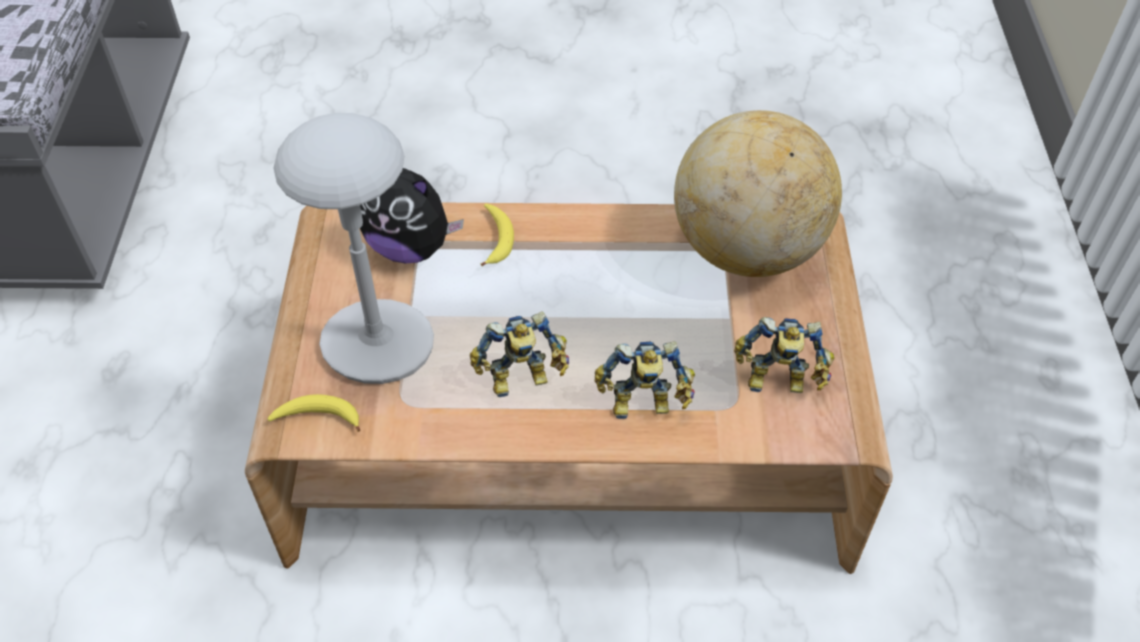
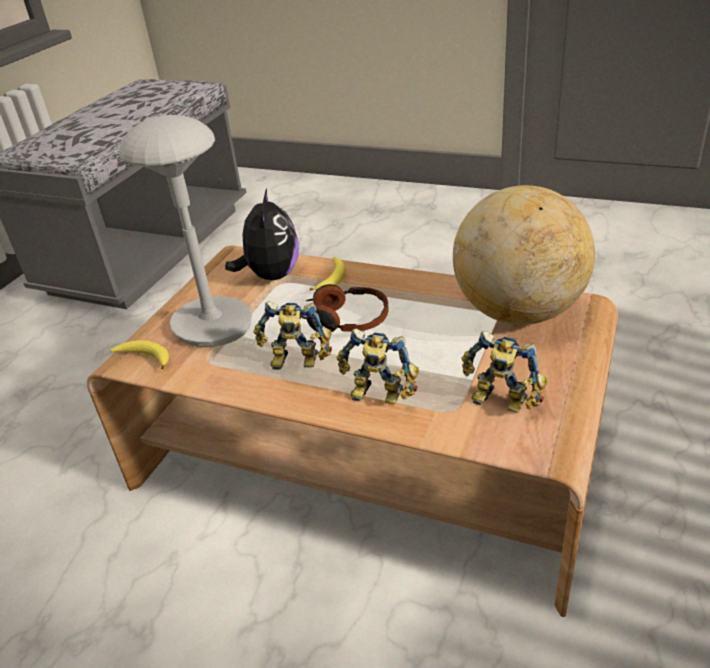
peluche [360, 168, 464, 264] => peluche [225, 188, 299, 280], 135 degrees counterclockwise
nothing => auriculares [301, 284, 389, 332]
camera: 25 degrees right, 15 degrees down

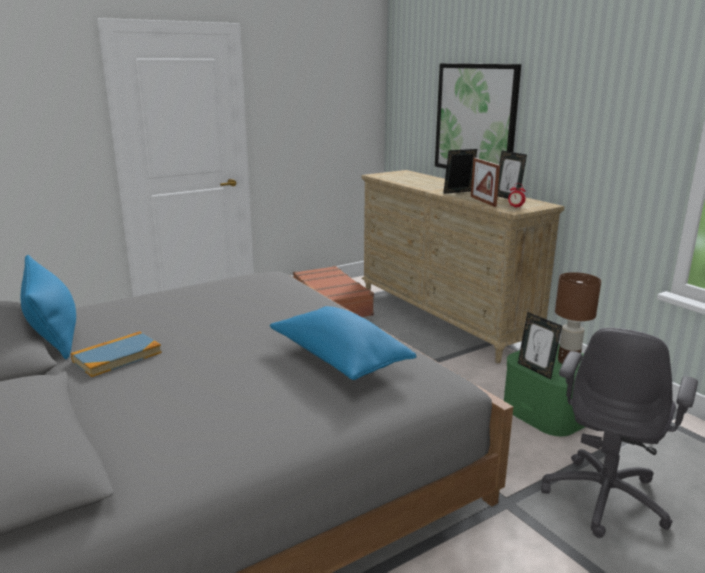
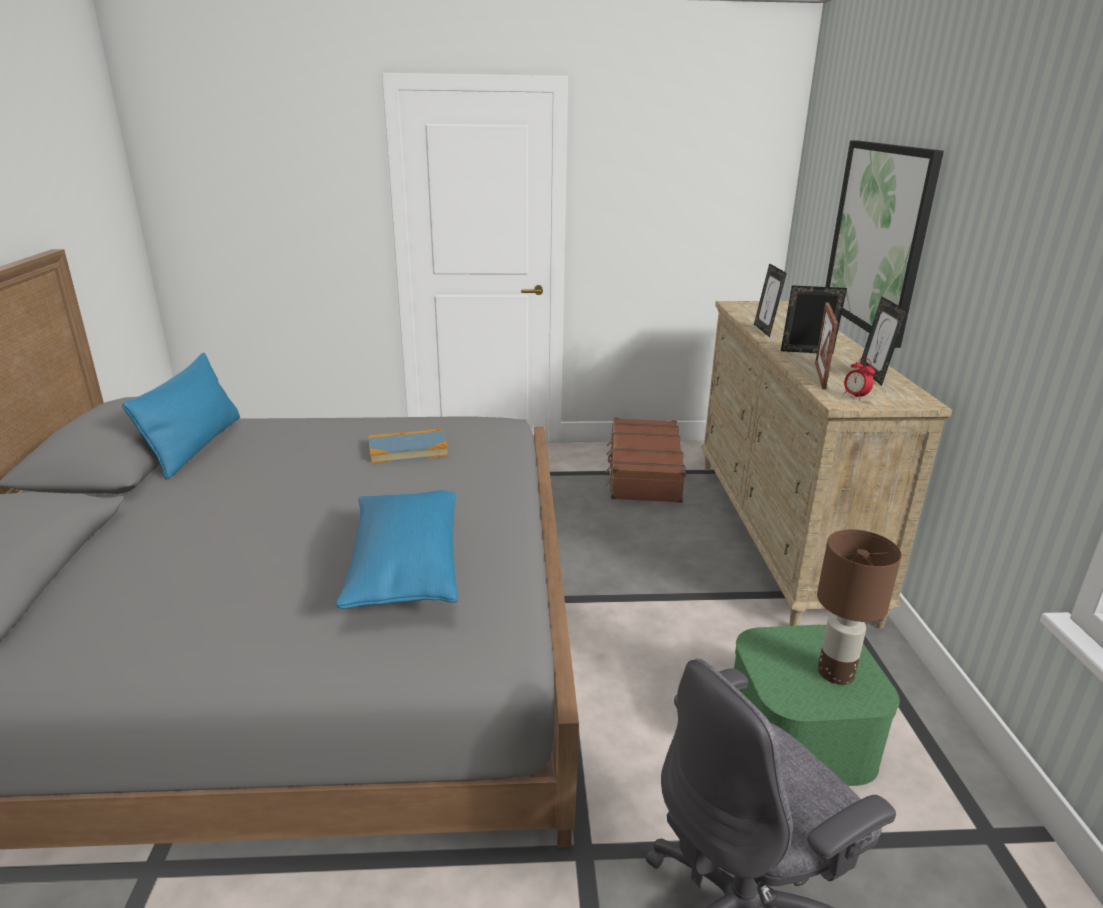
portarretratos [518, 312, 562, 379] => portarretratos [754, 263, 787, 337], moved
libro [71, 331, 162, 377] => libro [368, 429, 448, 464], moved
camera: 30 degrees right, 5 degrees up

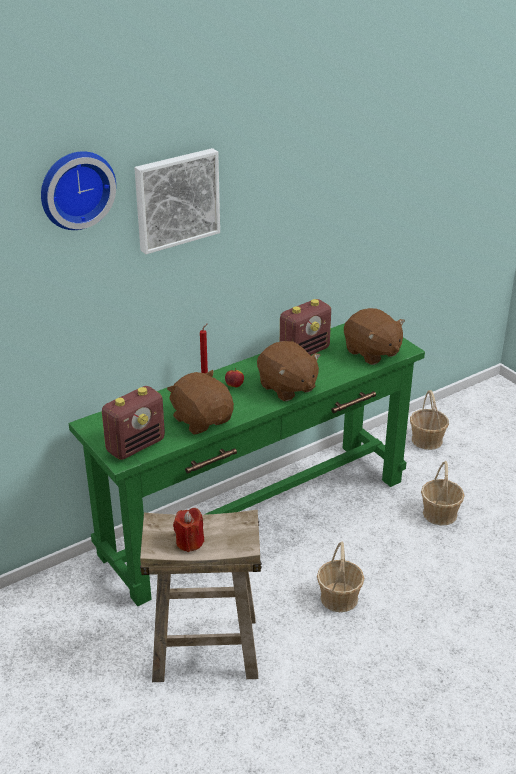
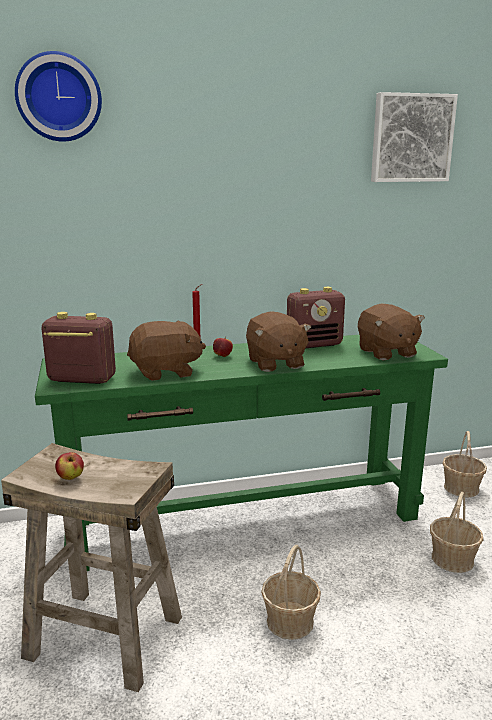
cuadro [134, 148, 220, 254] => cuadro [371, 92, 458, 182], moved
peluche (marrón) [167, 370, 234, 435] => peluche (marrón) [127, 321, 206, 381], 90 degrees clockwise
radio [102, 386, 165, 460] => radio [41, 312, 116, 384], 150 degrees counterclockwise
vela (rojo) [173, 508, 204, 552] => manzana [55, 452, 84, 480]
camera: 20 degrees right, 15 degrees down

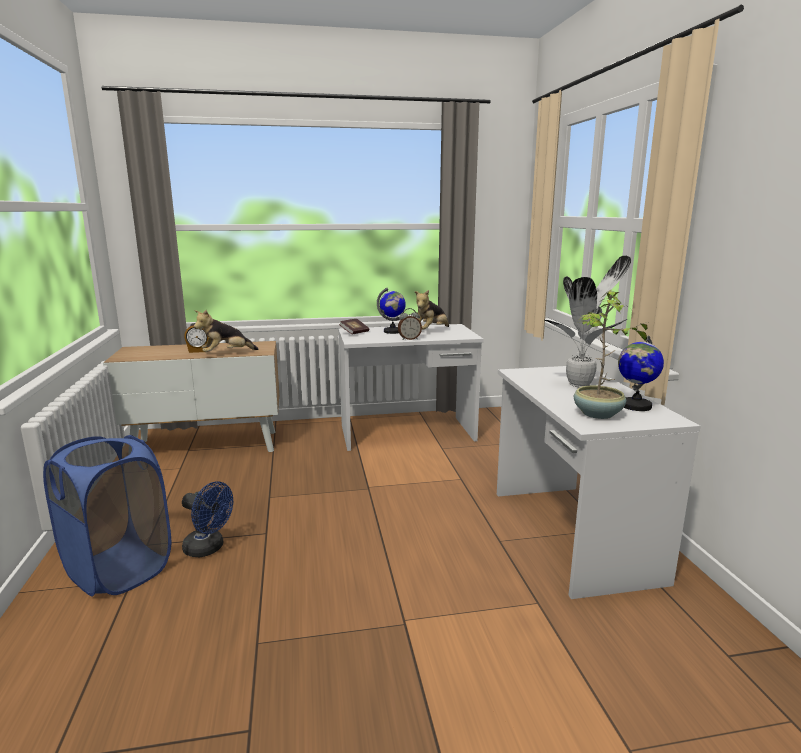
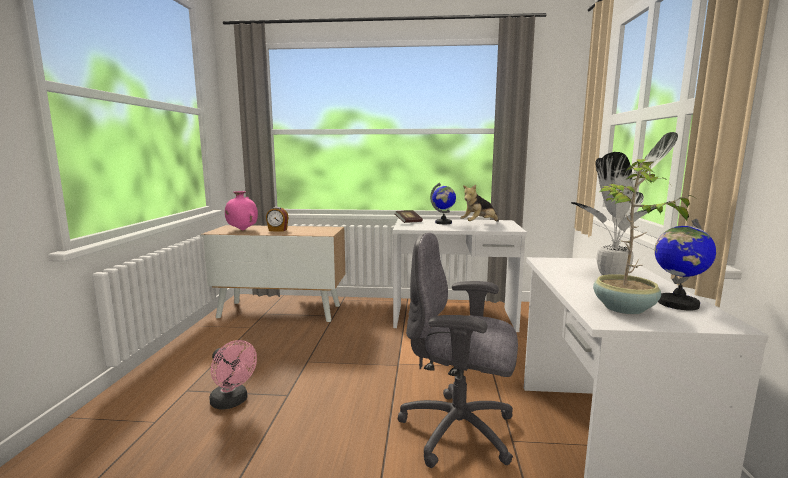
despertador [398, 308, 422, 340] => nothing
peluche [194, 310, 259, 352] => nothing
cesto de la ropa (azul) [43, 435, 171, 597] => nothing
ventilador (azul) [182, 481, 233, 557] => ventilador (rosa) [209, 340, 257, 410]
nothing => florero (rosa) [225, 191, 258, 230]
nothing => silla de oficina (gris) [398, 233, 518, 468]
camera: 15 degrees right, 5 degrees down

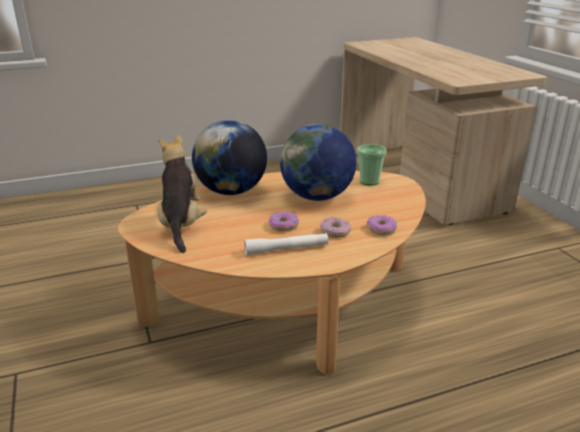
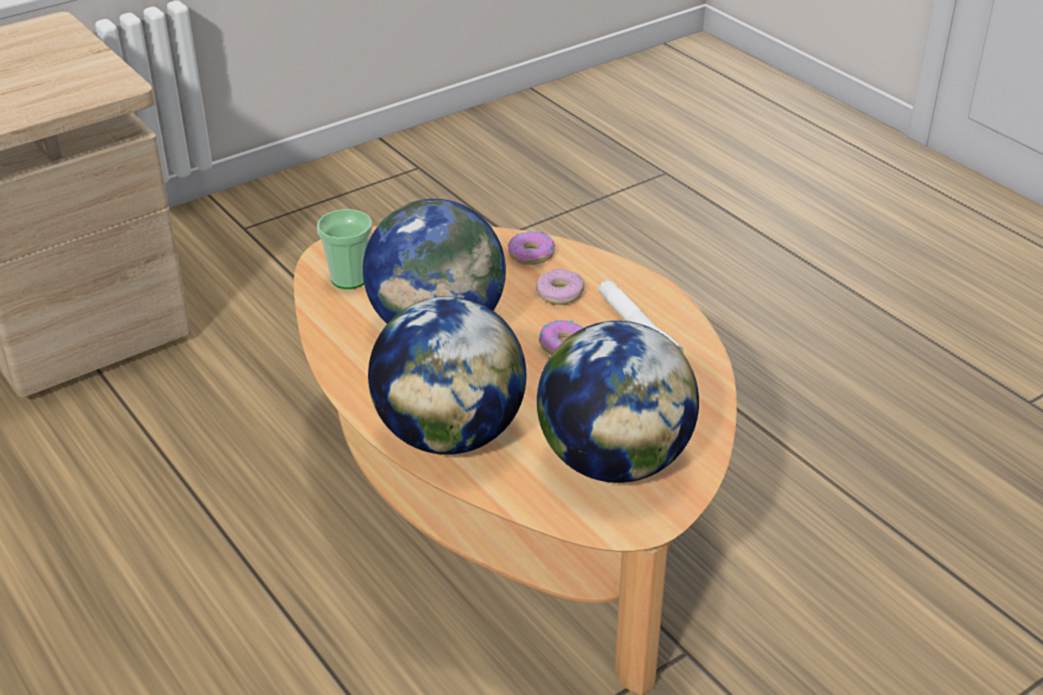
peluche [157, 135, 207, 253] => globo terráqueo [537, 321, 699, 483]
camera: 105 degrees left, 10 degrees up

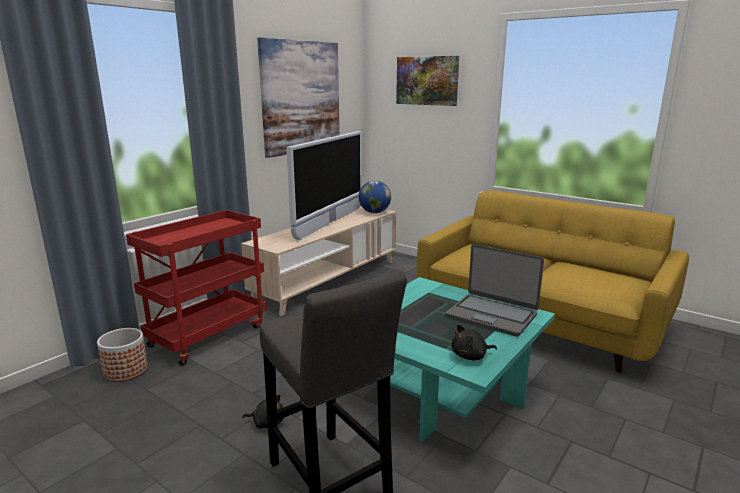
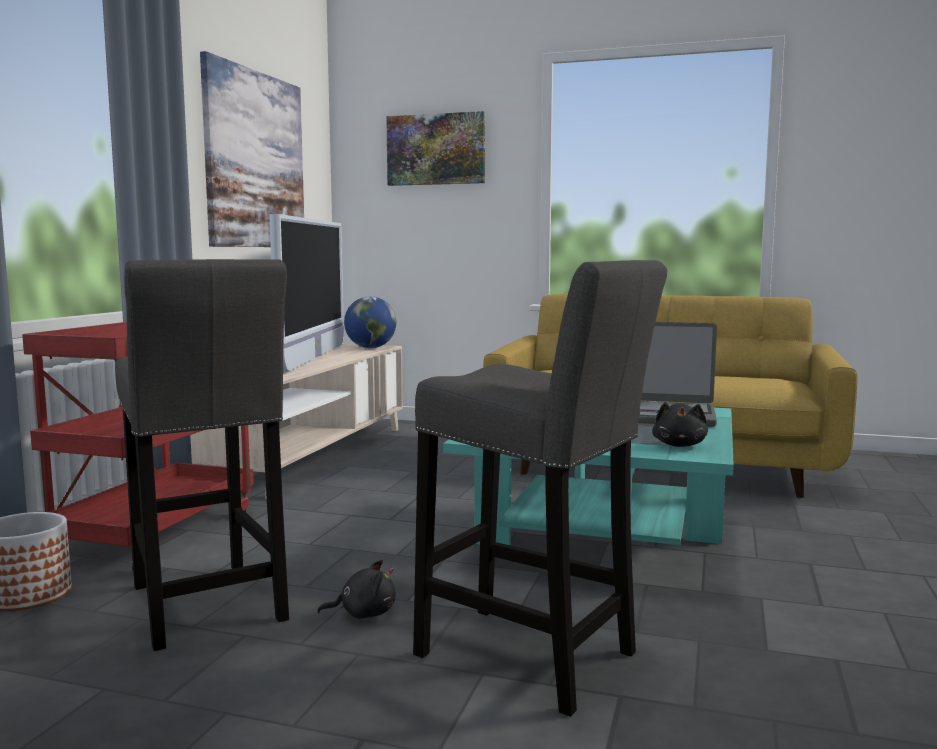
peluche (negro) [452, 325, 497, 361] => peluche (negro) [652, 402, 708, 447], 45 degrees counterclockwise
nothing => taburete (gris) [115, 259, 289, 651]
camera: 20 degrees left, 10 degrees down

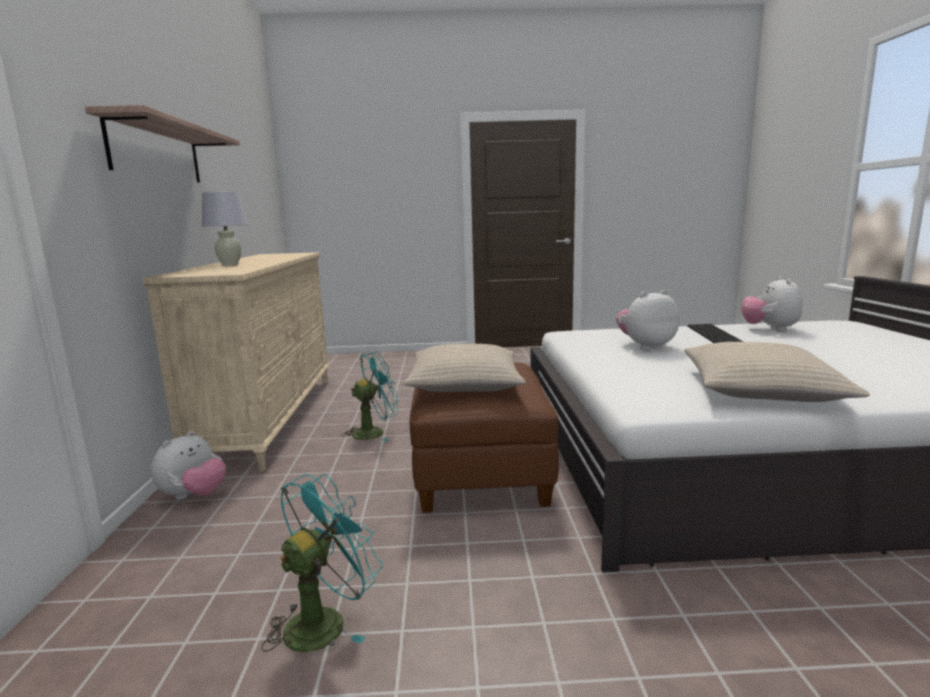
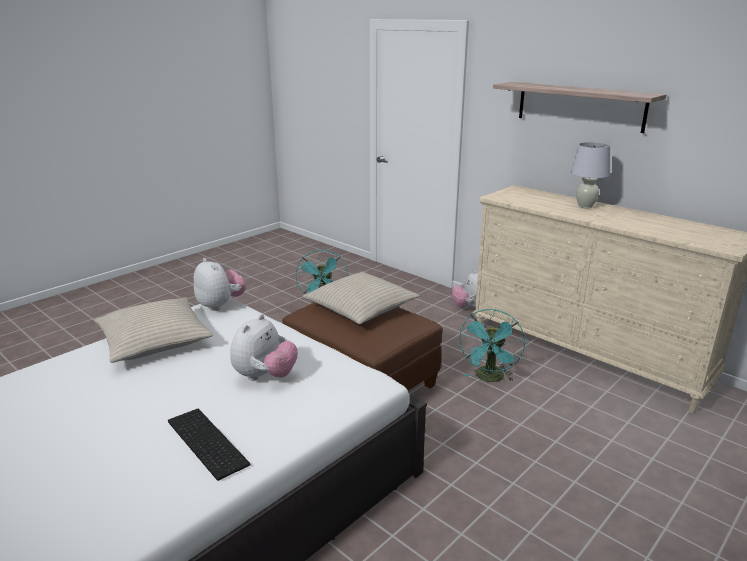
peluche [741, 276, 803, 331] => peluche [194, 258, 246, 311], moved
camera: 135 degrees right, 10 degrees up

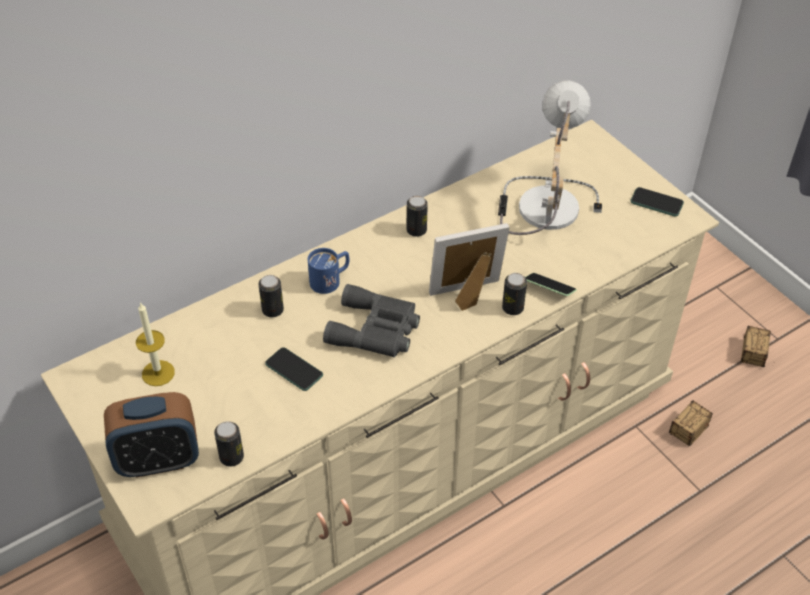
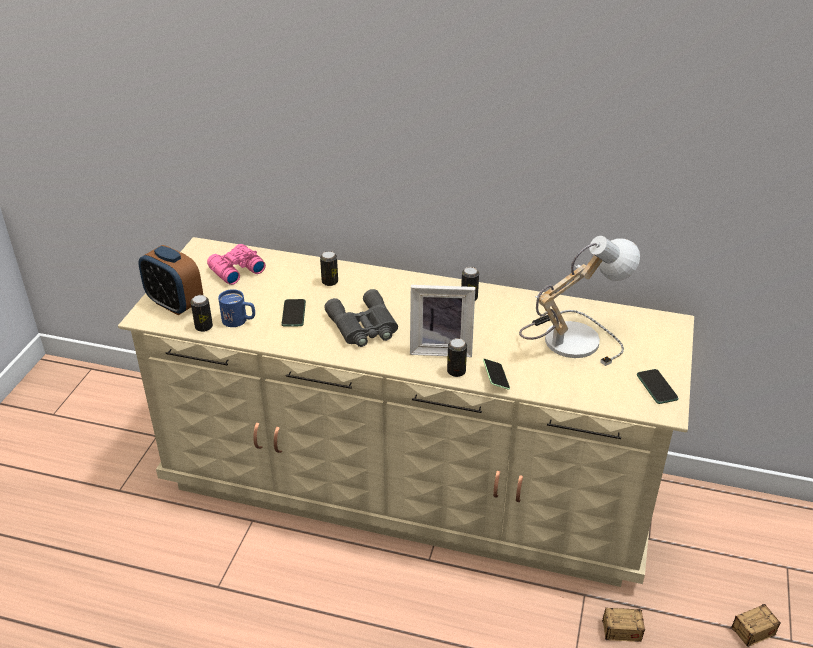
portarretratos [429, 223, 510, 311] => portarretratos [410, 285, 475, 357], 150 degrees clockwise
taza grande (azul) [308, 248, 349, 294] => taza grande (azul) [218, 289, 255, 327], moved
vela [136, 302, 175, 386] => prismáticos (rosa) [207, 244, 266, 285]
camera: 50 degrees right, 10 degrees down

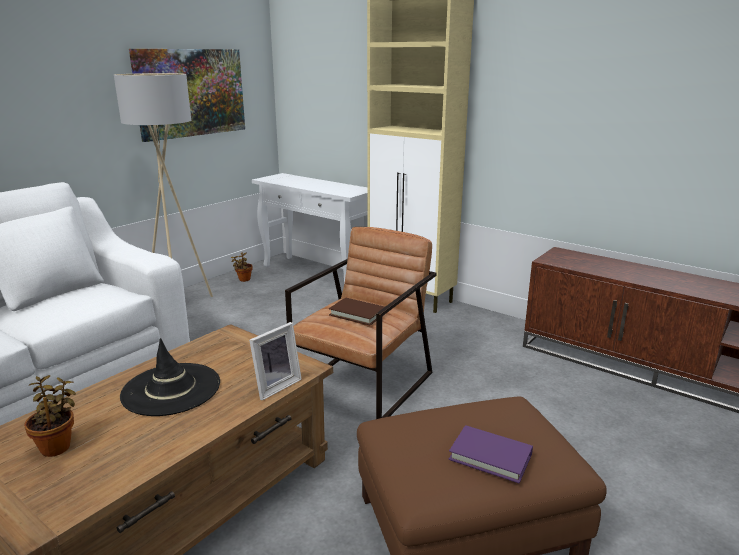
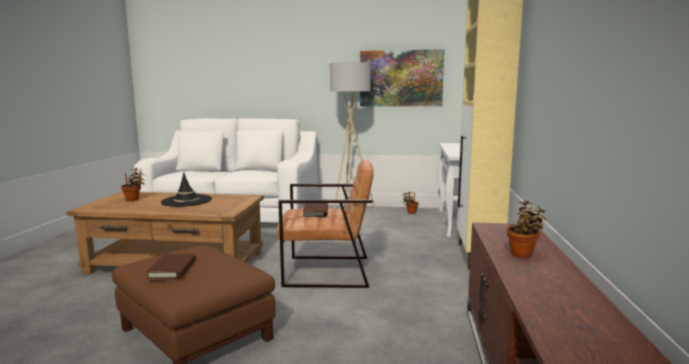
portarretratos [249, 322, 302, 400] => nothing
libro (morado) [449, 425, 533, 483] => libro (marrón) [146, 254, 196, 279]
nothing => planta en maceta [507, 200, 546, 258]
camera: 60 degrees right, 10 degrees down

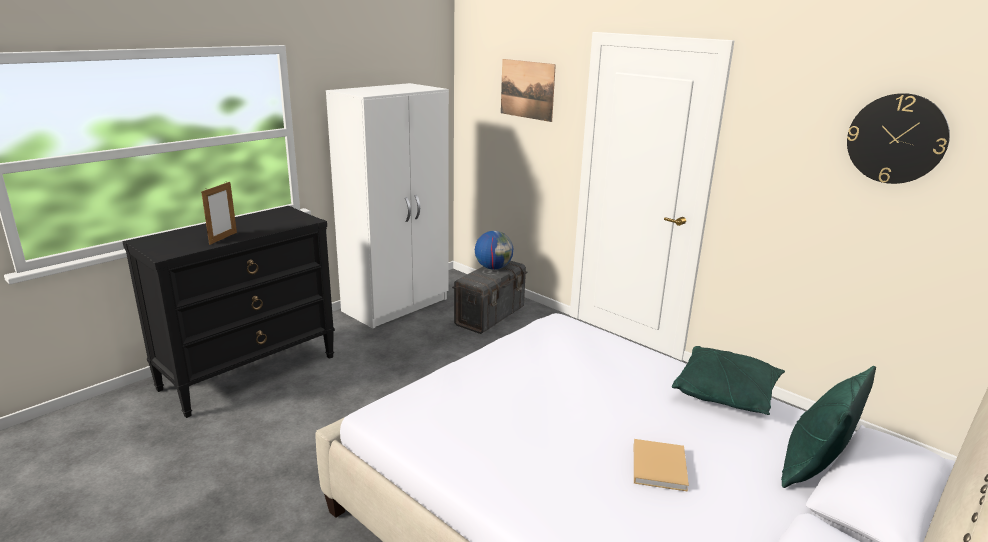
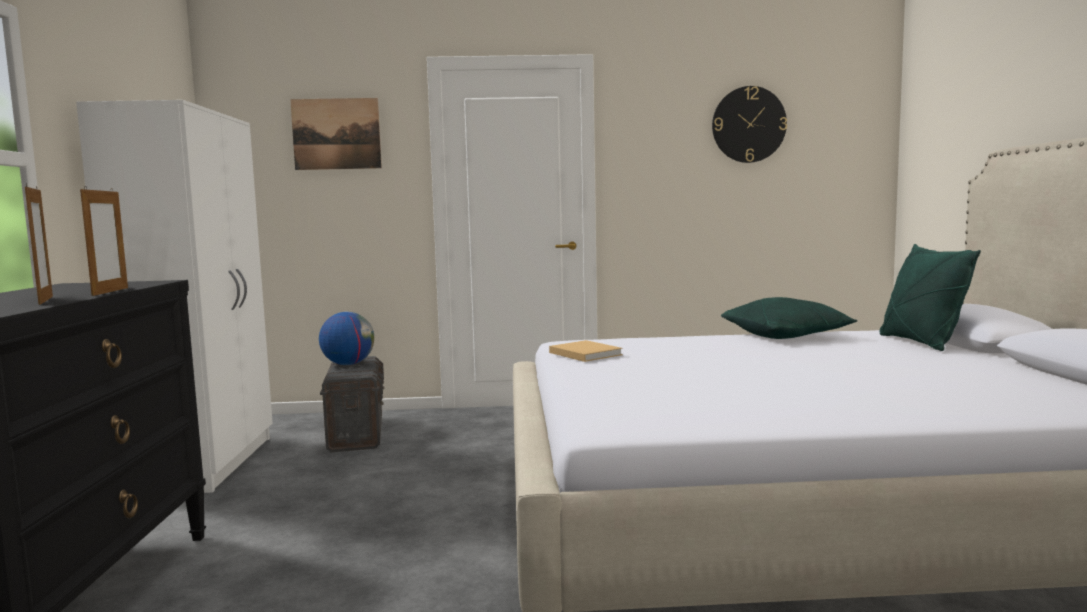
libro (beis) [634, 439, 689, 492] => libro (beis) [549, 340, 623, 362], moved
nothing => portarretratos [80, 187, 128, 296]
camera: 45 degrees left, 15 degrees down

